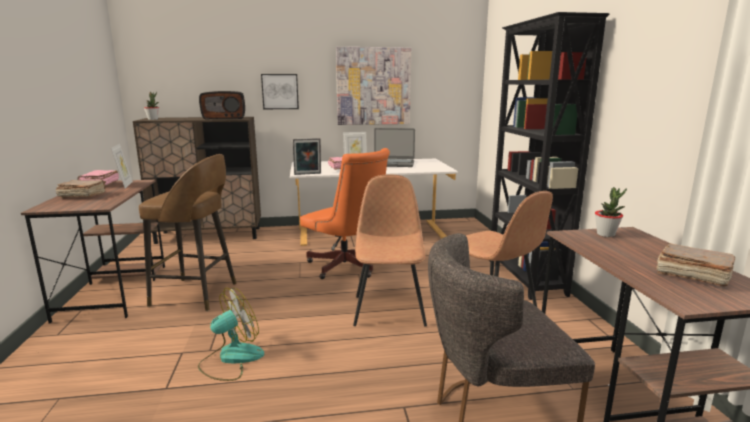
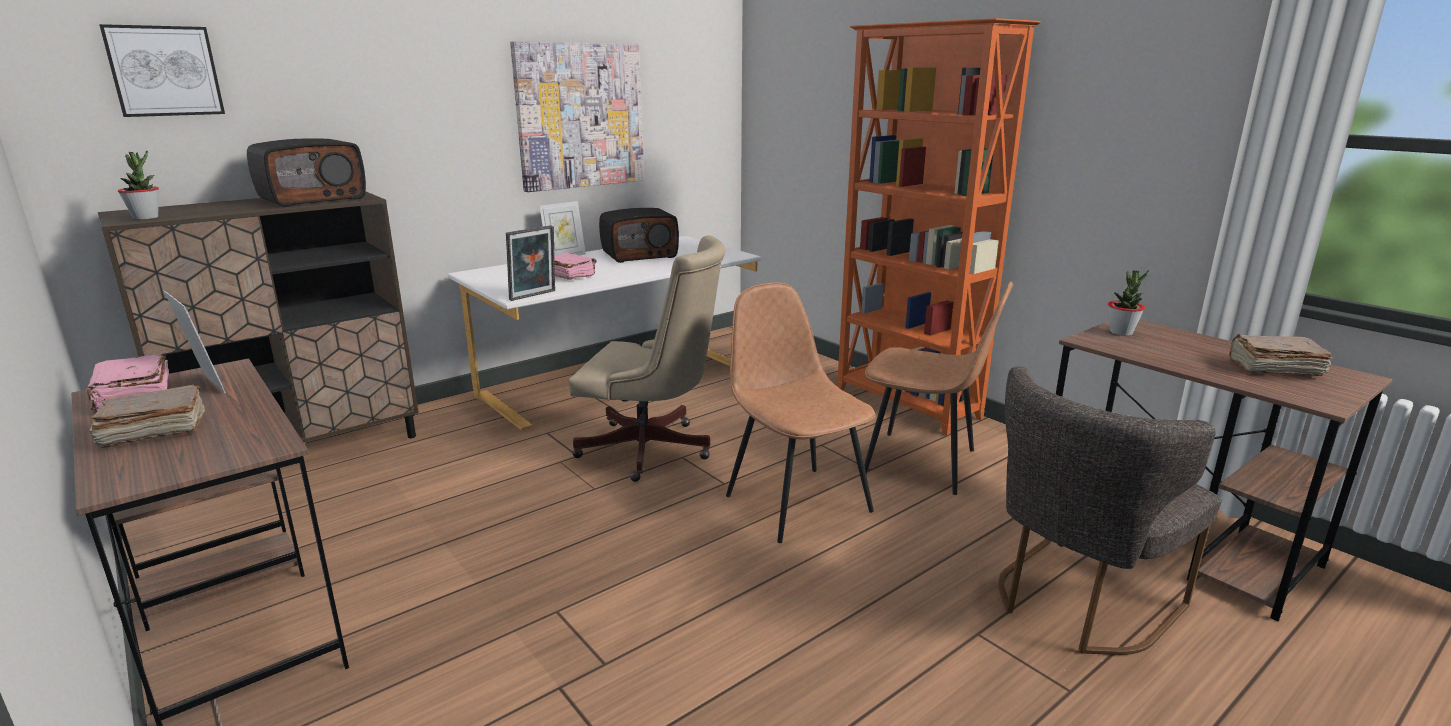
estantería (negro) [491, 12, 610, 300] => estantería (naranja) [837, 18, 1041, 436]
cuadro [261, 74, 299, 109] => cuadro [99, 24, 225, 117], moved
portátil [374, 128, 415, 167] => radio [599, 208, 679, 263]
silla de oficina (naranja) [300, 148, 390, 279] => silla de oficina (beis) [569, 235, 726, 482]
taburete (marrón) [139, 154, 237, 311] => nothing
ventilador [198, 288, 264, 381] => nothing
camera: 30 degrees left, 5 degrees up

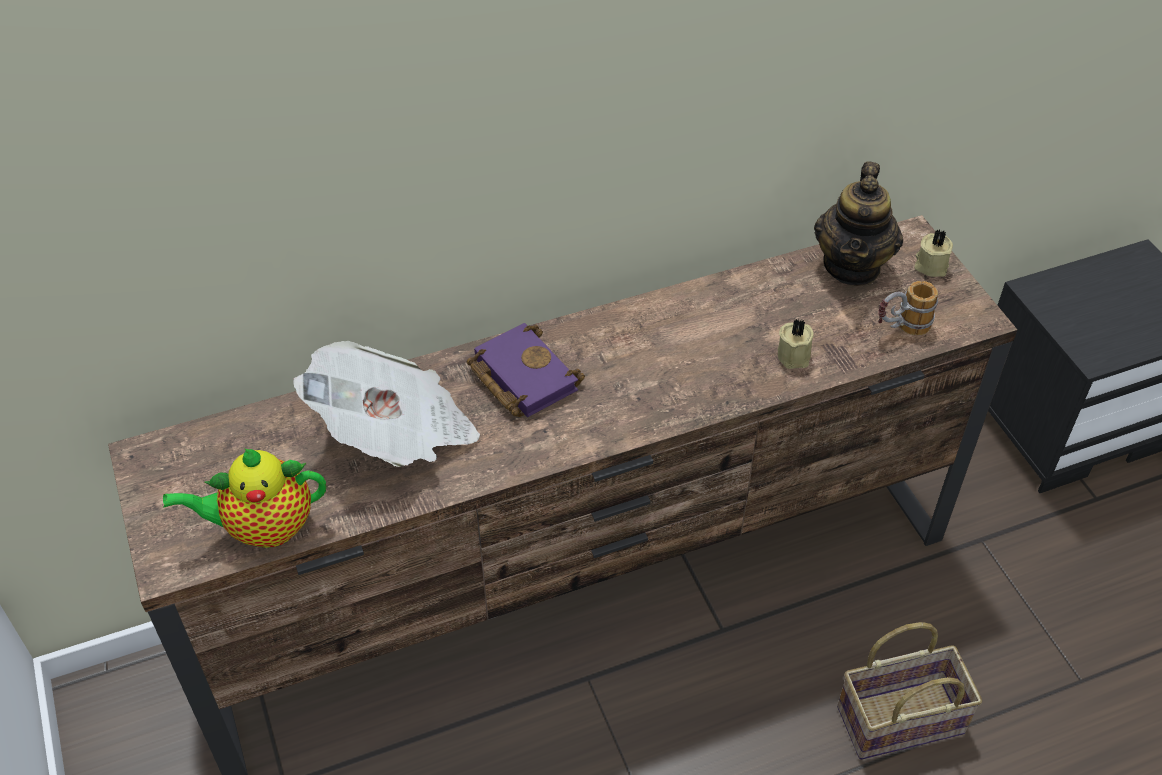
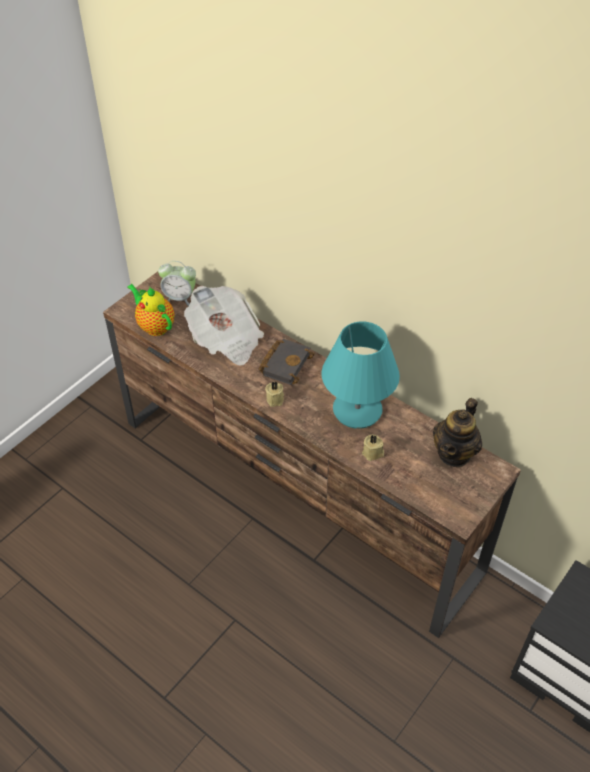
tetera [814, 162, 903, 286] => tetera [433, 398, 482, 467], 45 degrees counterclockwise
vela (beis) [914, 229, 953, 277] => vela (beis) [265, 382, 284, 407], moved
taza grande [878, 281, 938, 335] => nothing
libro (morado) [467, 323, 585, 417] => libro (negro) [258, 339, 315, 385]
cesta [837, 622, 982, 760] => nothing
nothing => despertador [158, 261, 196, 306]
nothing => lámpara de mesa (turquesa) [321, 322, 400, 429]
camera: 60 degrees right, 0 degrees up

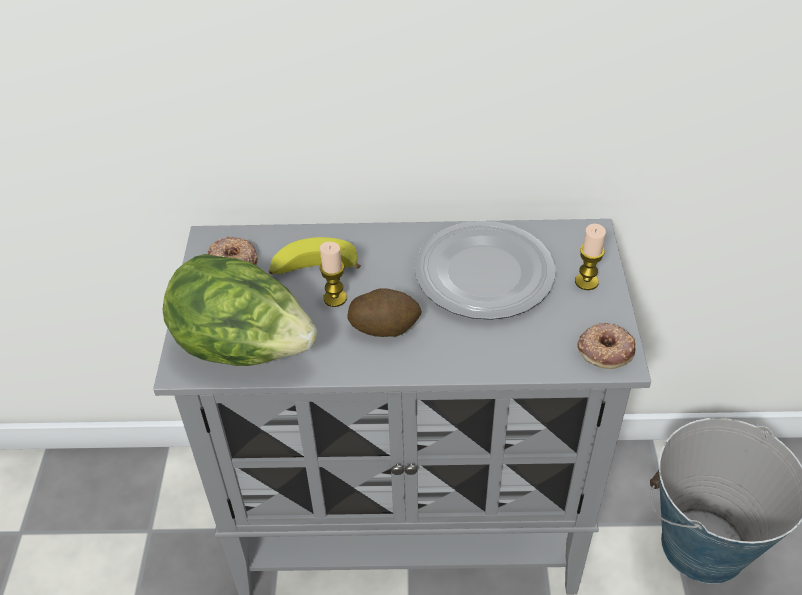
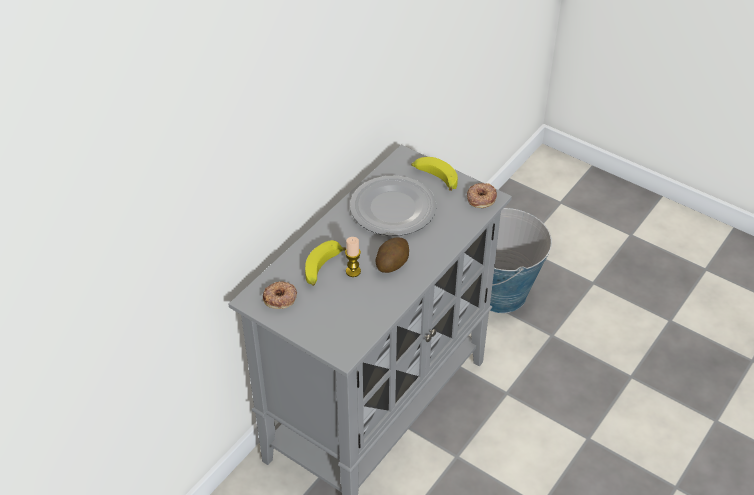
vela [575, 224, 606, 290] => plátano [411, 157, 458, 191]
lechuga [163, 254, 317, 366] => nothing
camera: 55 degrees left, 0 degrees up

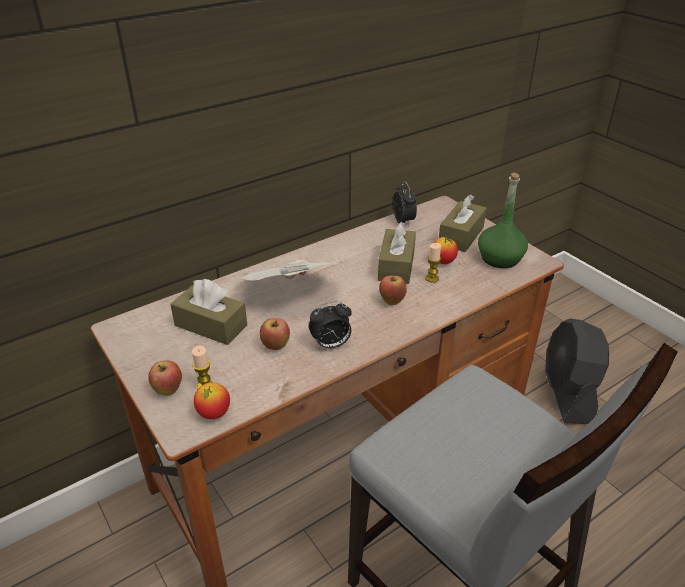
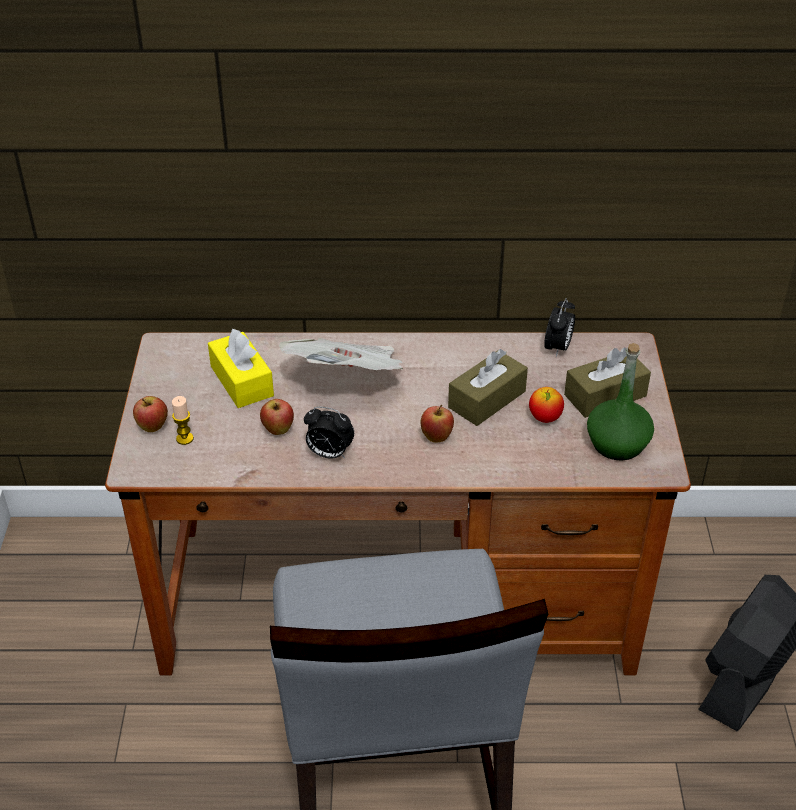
vela [426, 243, 441, 283] => nothing
caja de pañuelos (marrón) [170, 279, 247, 345] => caja de pañuelos (amarillo) [208, 329, 274, 408]
manzana [194, 382, 230, 419] => nothing
camera: 35 degrees right, 5 degrees up

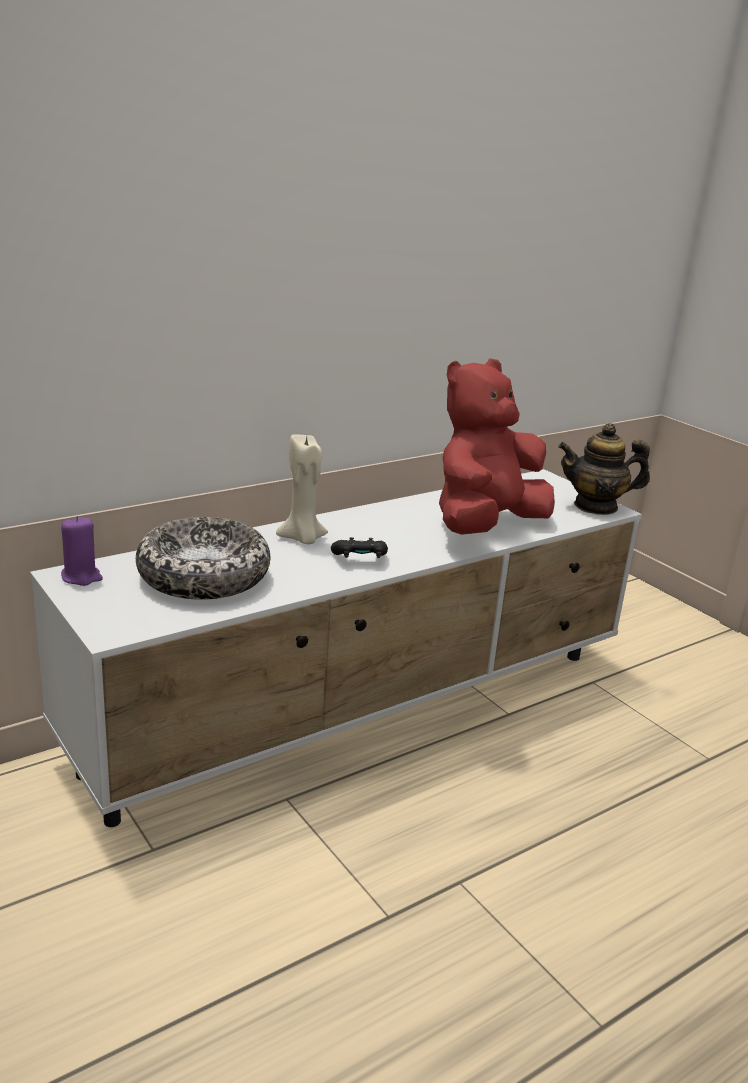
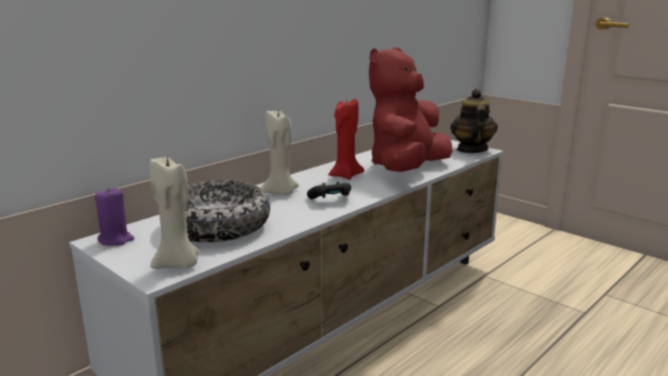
tetera [558, 423, 650, 515] => tetera [450, 89, 498, 153], 105 degrees clockwise
nothing => vela (rojo) [328, 99, 364, 179]
nothing => vela (beis) [149, 157, 199, 269]
camera: 10 degrees left, 5 degrees down

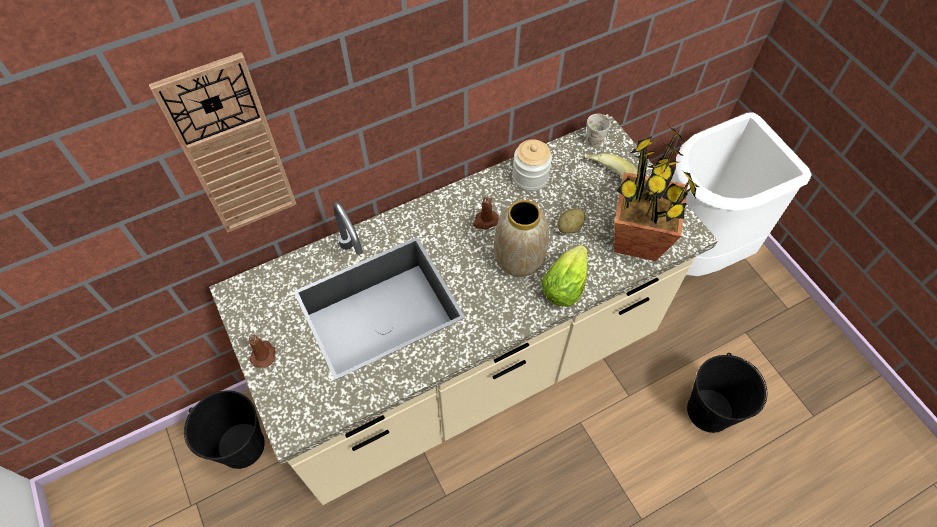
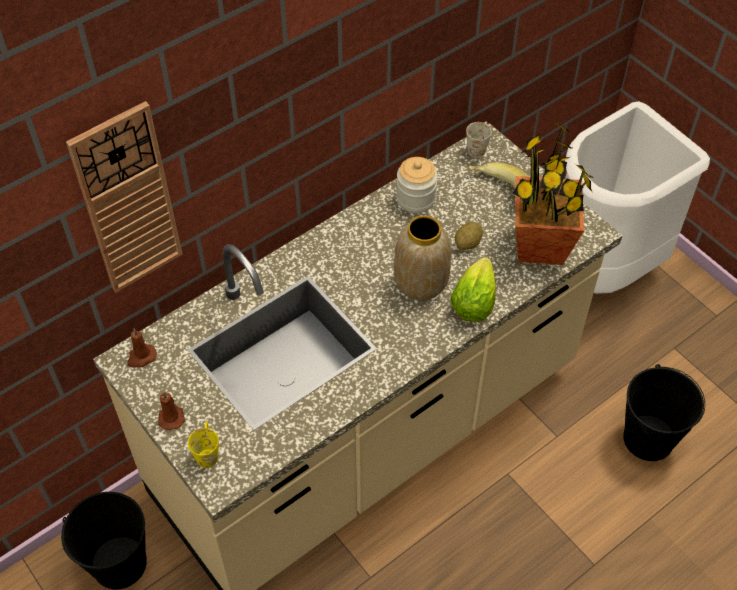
vela (marrón) [473, 194, 499, 229] => vela (marrón) [127, 329, 157, 367], moved
nothing => taza grande (amarillo) [188, 421, 219, 468]
camera: 10 degrees left, 5 degrees down

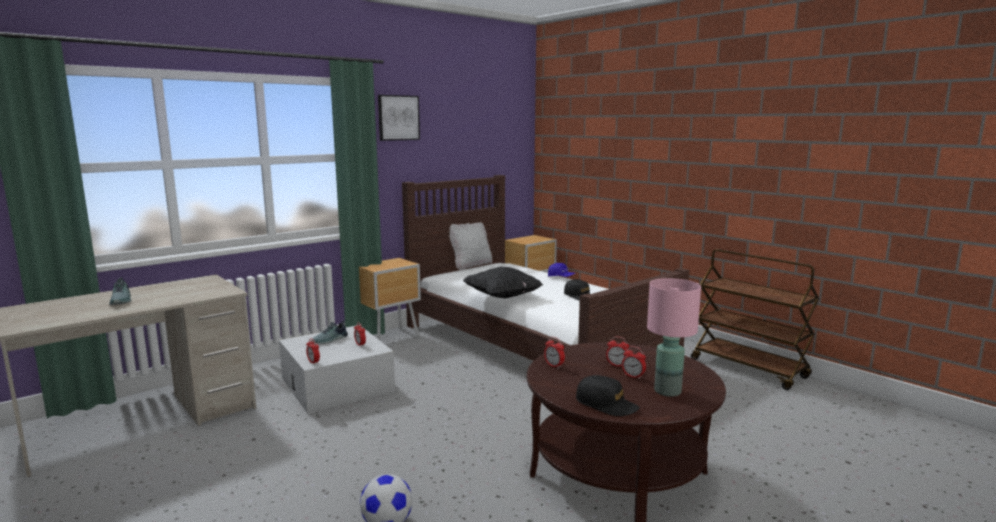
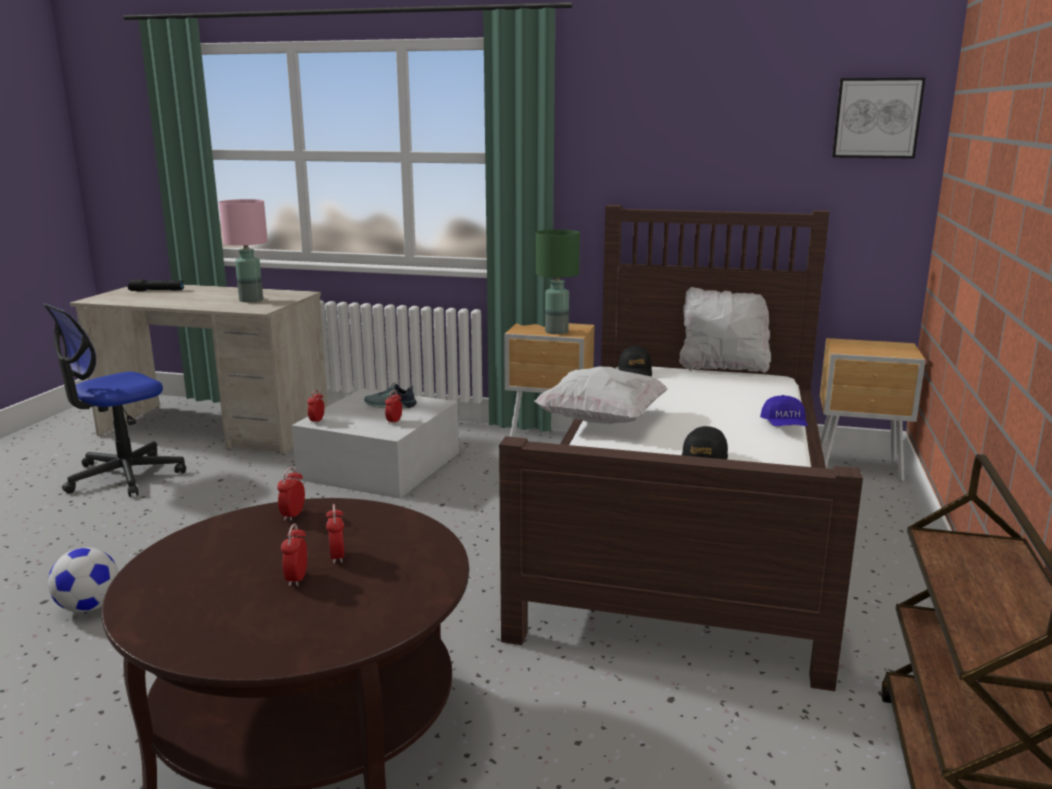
cuadro [378, 95, 420, 141] => cuadro [832, 78, 925, 159], moved
cojín (negro) [463, 267, 543, 298] => cojín (blanco) [534, 366, 668, 424]
zapato [109, 277, 132, 305] => nothing
lámpara de mesa (rosa) [647, 278, 701, 397] => lámpara de mesa (rosa) [219, 199, 268, 302], moved
gorra (negro) [576, 375, 640, 416] => gorra (negro) [618, 346, 652, 376], moved
nothing => lámpara de mesa (verde) [536, 229, 580, 334]
nothing => linterna (negro) [127, 279, 184, 291]
nothing => silla de oficina [43, 303, 186, 497]
camera: 55 degrees right, 5 degrees up

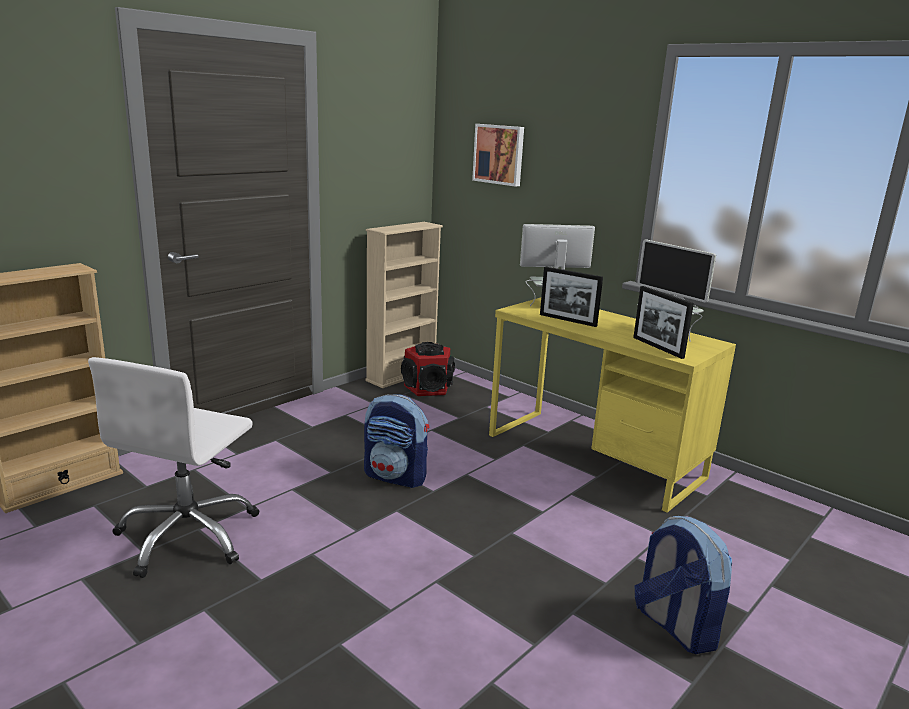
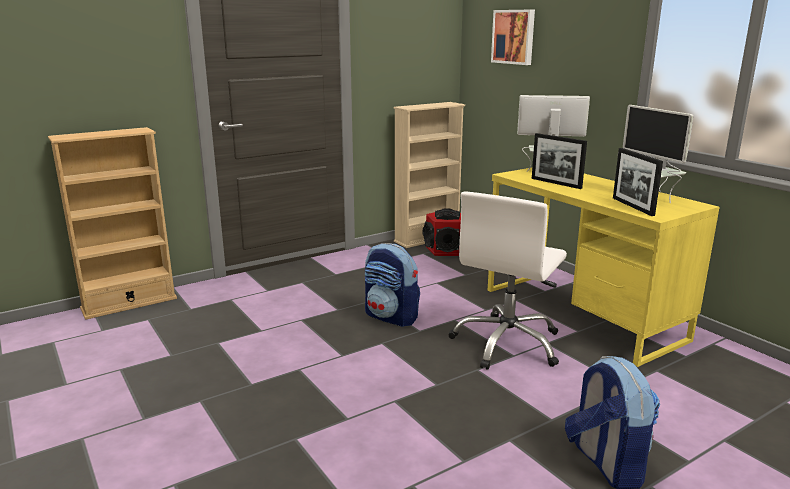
silla de oficina (blanco) [88, 357, 259, 578] => silla de oficina (blanco) [448, 192, 567, 370], moved
camera: 15 degrees right, 0 degrees up

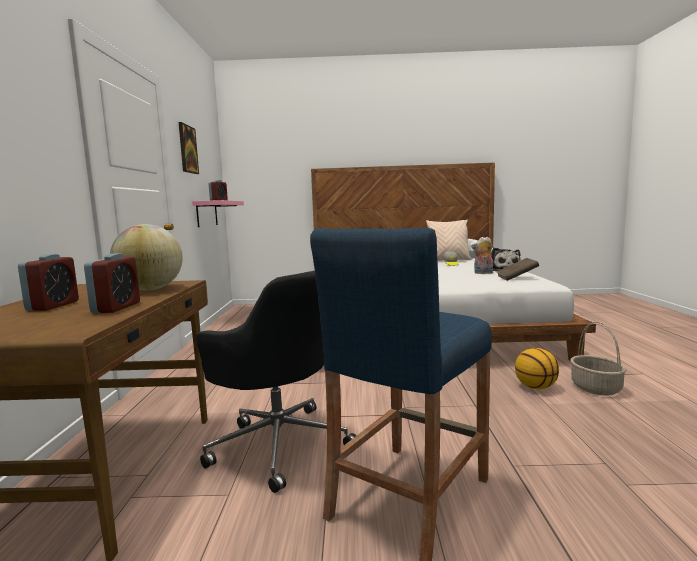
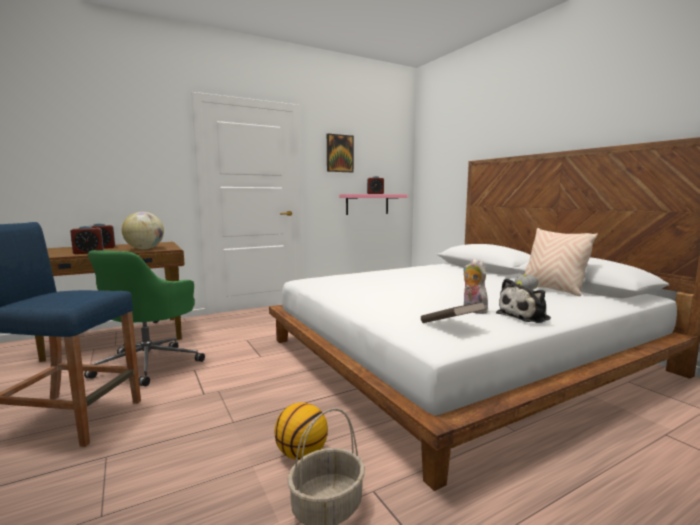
silla de oficina (negro) [196, 271, 356, 493] => silla de oficina (verde) [84, 250, 205, 386]
camera: 60 degrees right, 0 degrees up

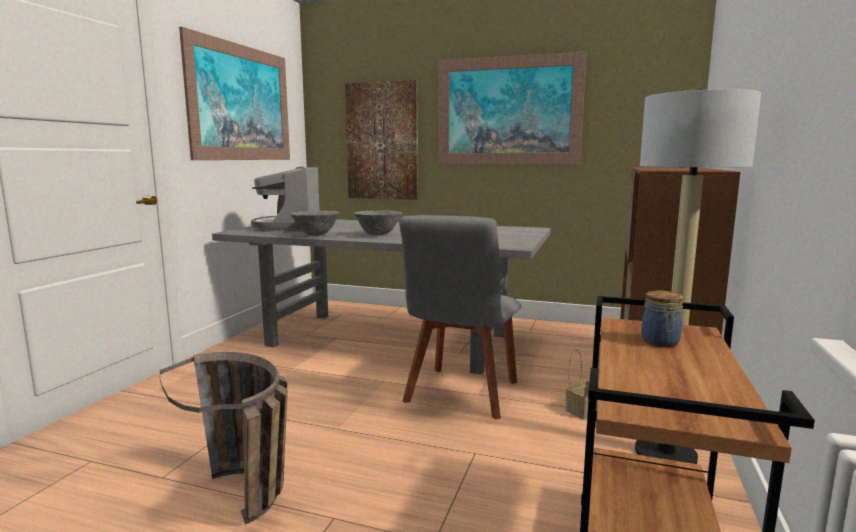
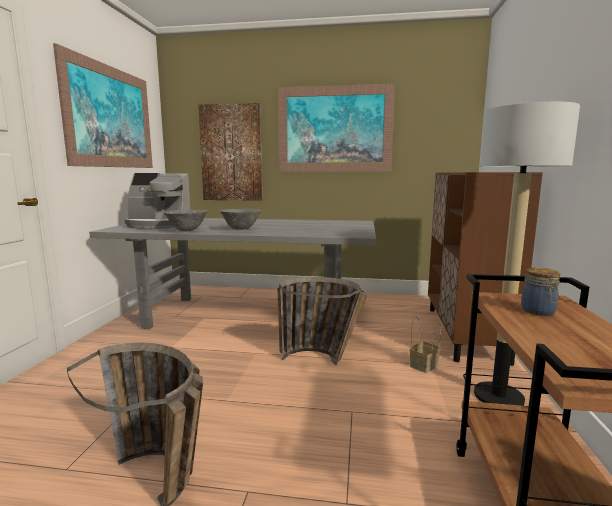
cafetera [251, 167, 320, 232] => cafetera [125, 173, 190, 229], 75 degrees counterclockwise
silla (gris) [399, 215, 521, 420] => cesta [277, 277, 367, 365]
camera: 10 degrees left, 0 degrees up

